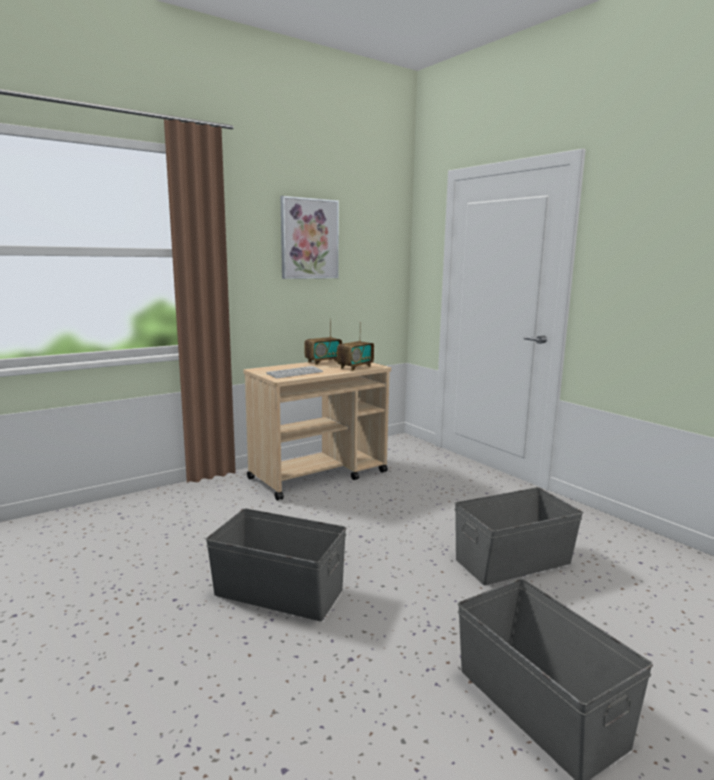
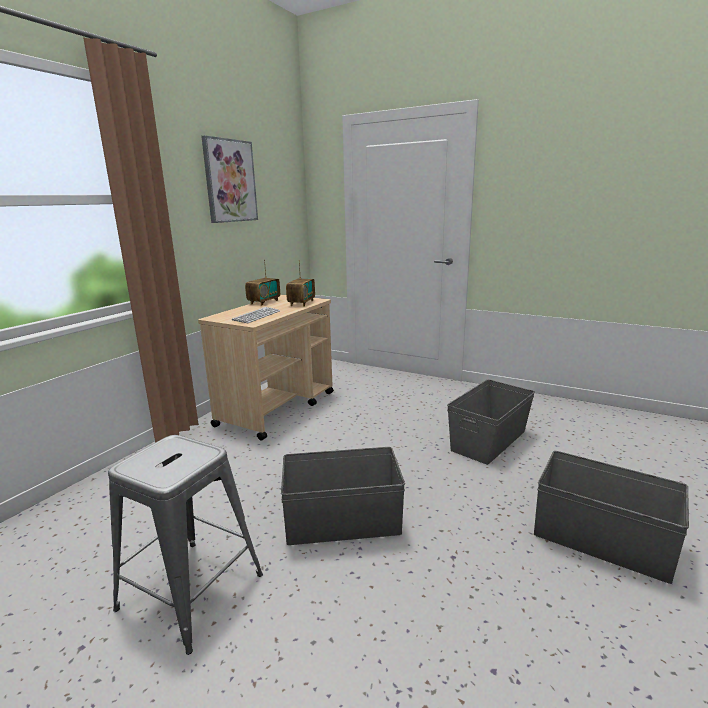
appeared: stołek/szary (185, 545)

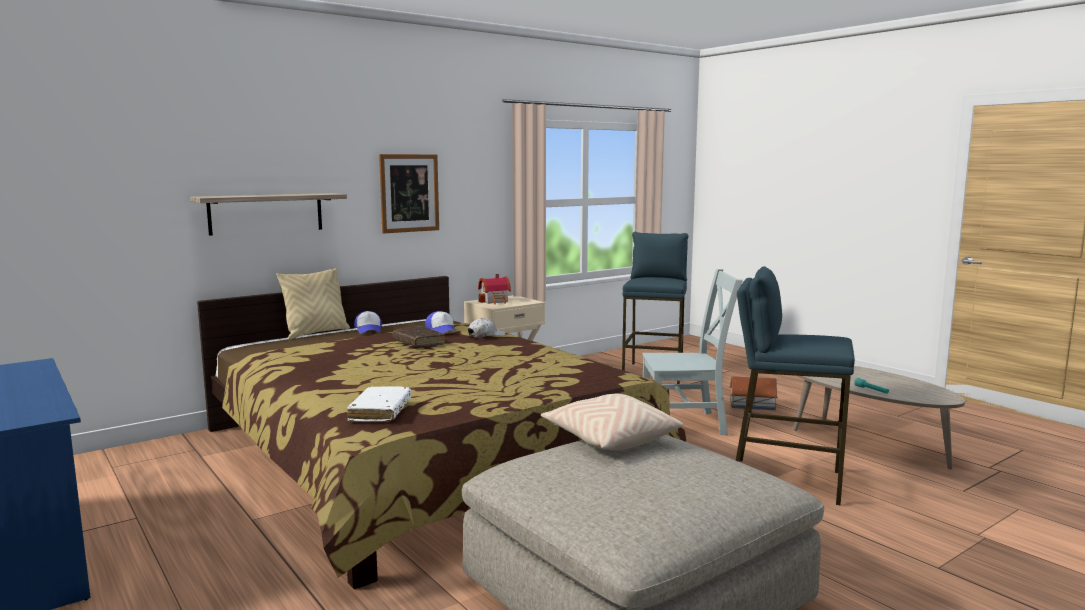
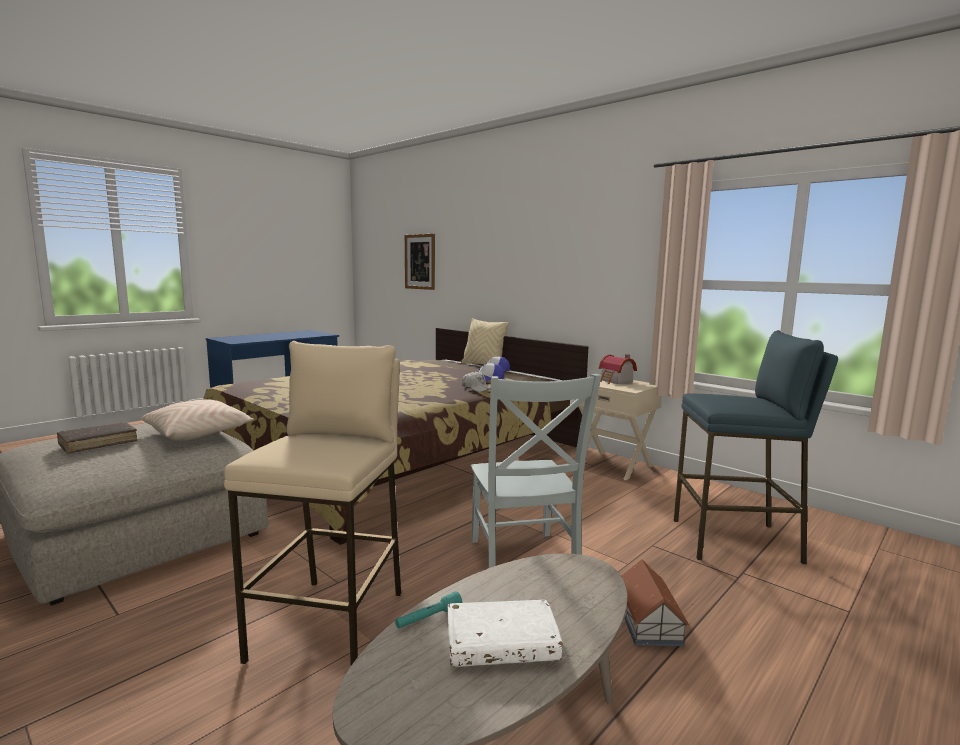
missing: półka (268, 214)
relocated: obraz (409, 194) to (420, 262); książka/brązowy (419, 336) to (97, 438); książka/biały (379, 404) to (505, 633)
colour: stołek/niebieski (795, 386) to stołek/beżowy (312, 503)

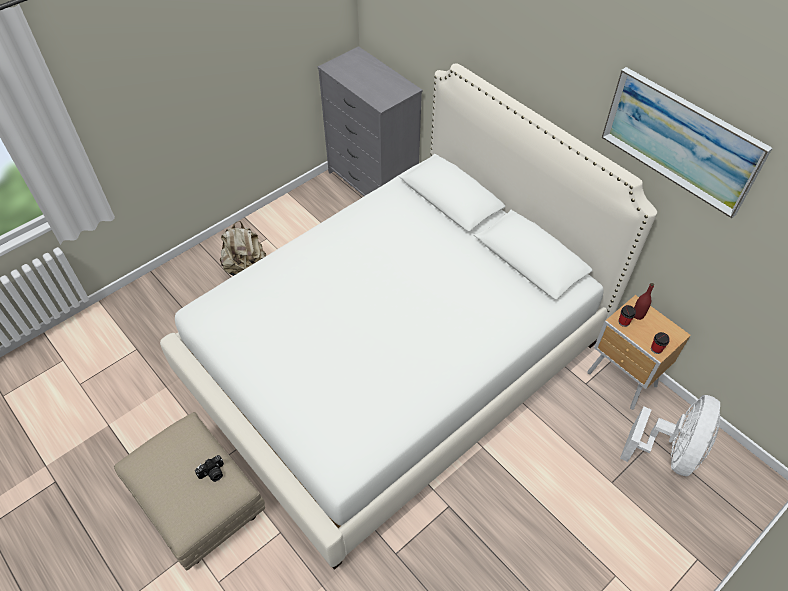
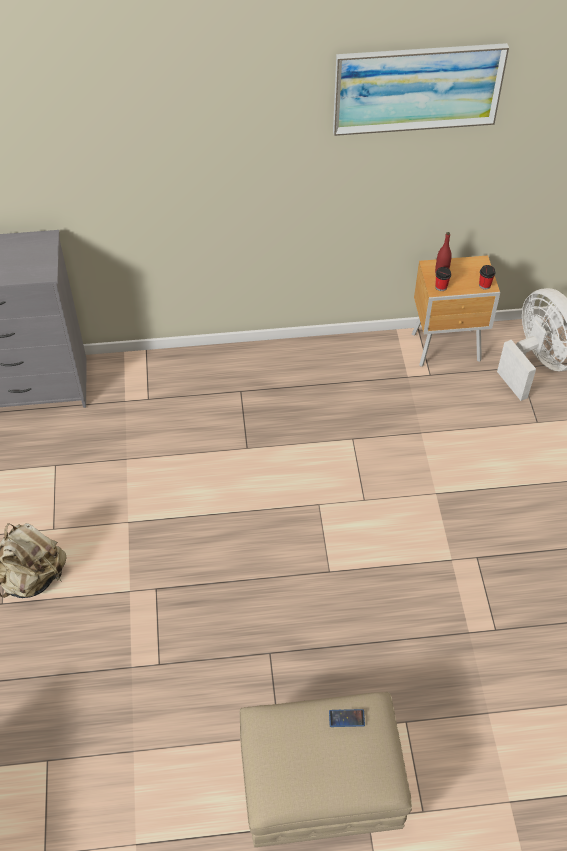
missing: łóżko/biały (408, 316)
exchanged: aparat fotograficzny (209, 468) to telefon (347, 718)

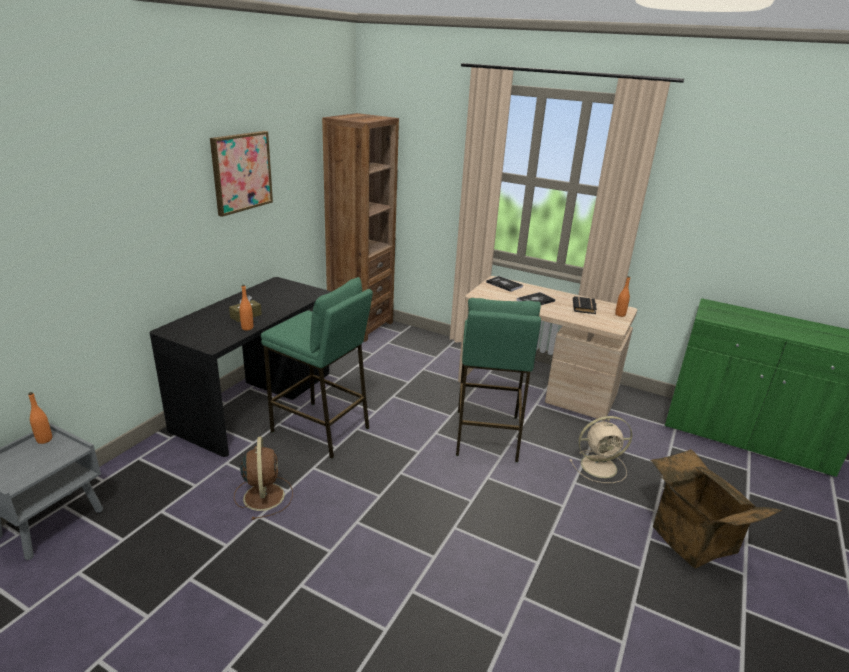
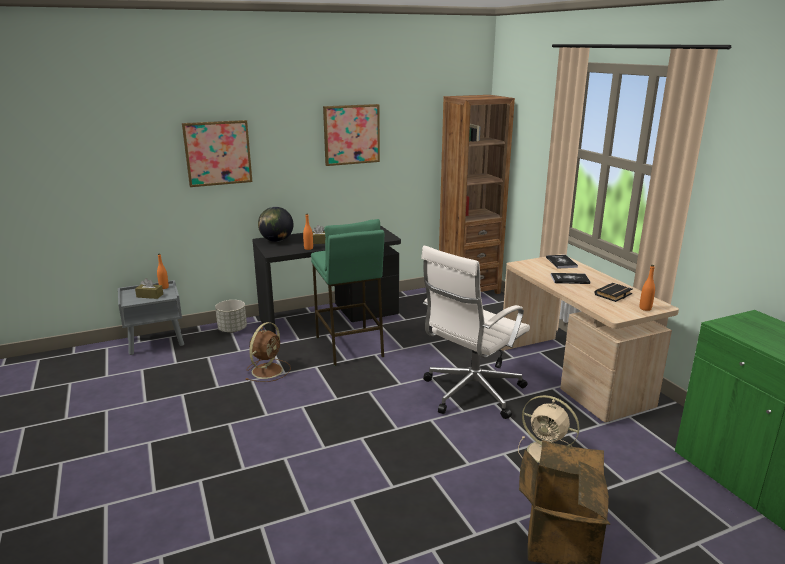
appeared: obraz (217, 153); globus (276, 224); pudełko chusteczek/brązowy (149, 288); donica/szary (231, 316)
exchanged: stołek/zielony (498, 380) to krzesło biurowe/biały (475, 332)

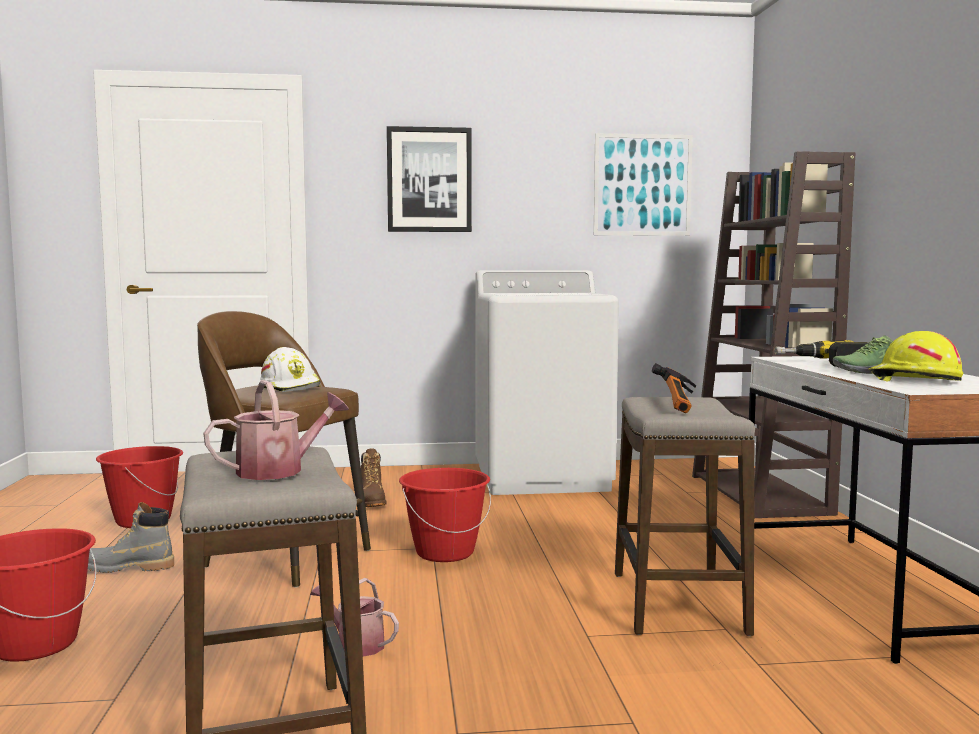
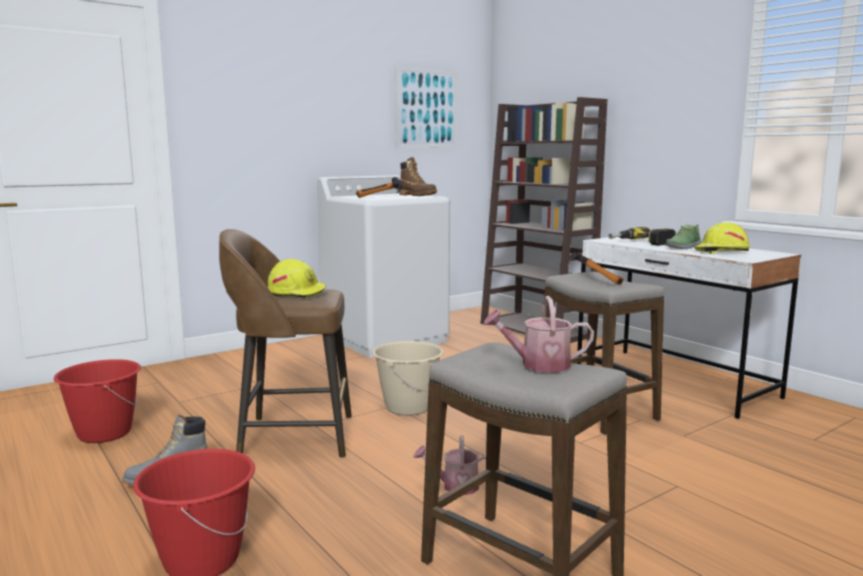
missing: obraz (429, 179)
appeared: młotek (379, 187)
relocated: but z cholewką/brązowy (374, 477) to (418, 176)
colour: kask/biały (291, 369) to kask/żółty (297, 278); wiadro/czerwony (445, 515) to wiadro/beżowy (408, 378)
spun: konewka (276, 430) = (538, 334) 120 degrees counterclockwise

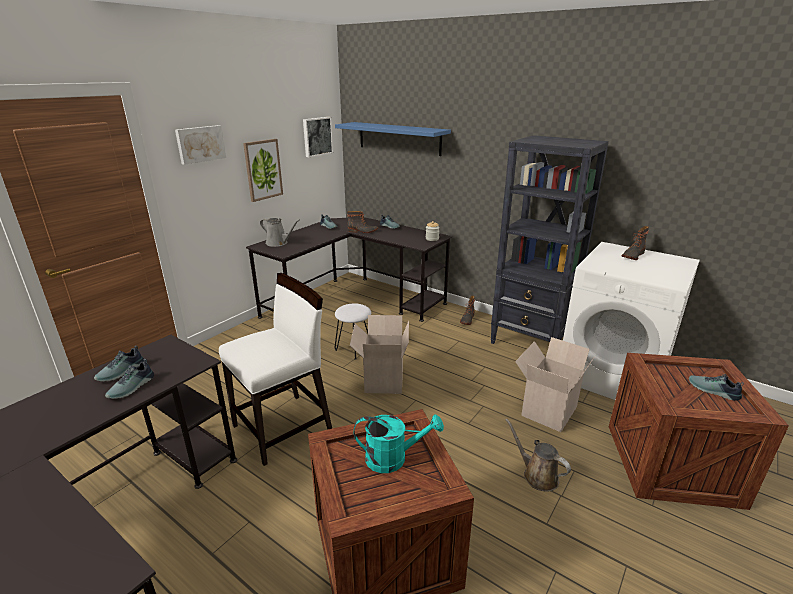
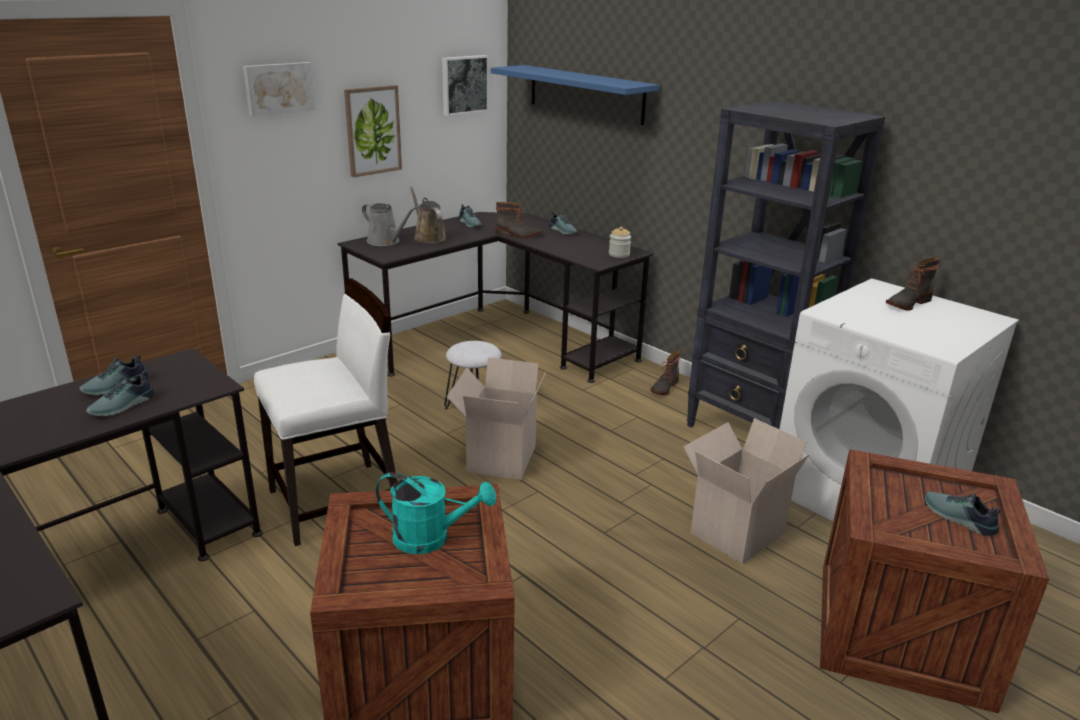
relocated: konewka/brązowy (538, 455) to (428, 215)

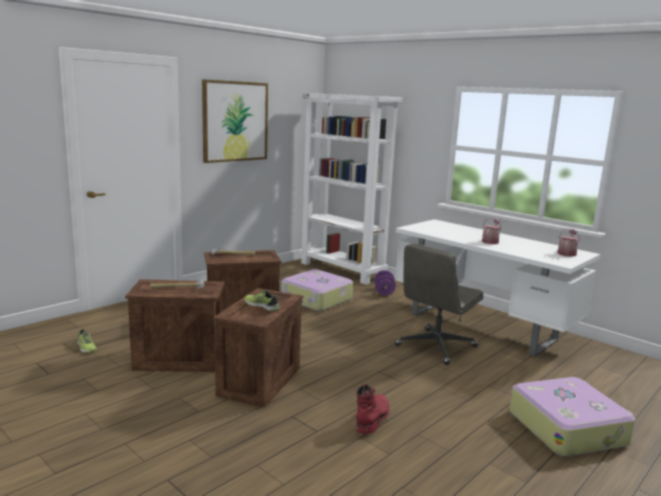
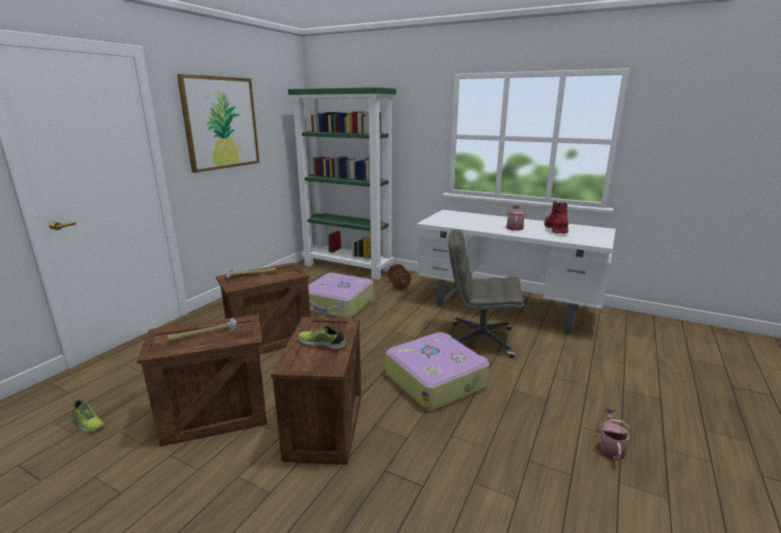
relocated: konewka (568, 242) to (614, 434); walizka (573, 417) to (437, 371); but z cholewką/czerwony (373, 409) to (556, 217)
colour: regał/biały (351, 189) to regał/zielony (342, 183); hantel/fioletowy (385, 283) to hantel/brązowy (399, 276)
spun: krzesło biurowe/szary (439, 304) = (486, 293) 75 degrees clockwise

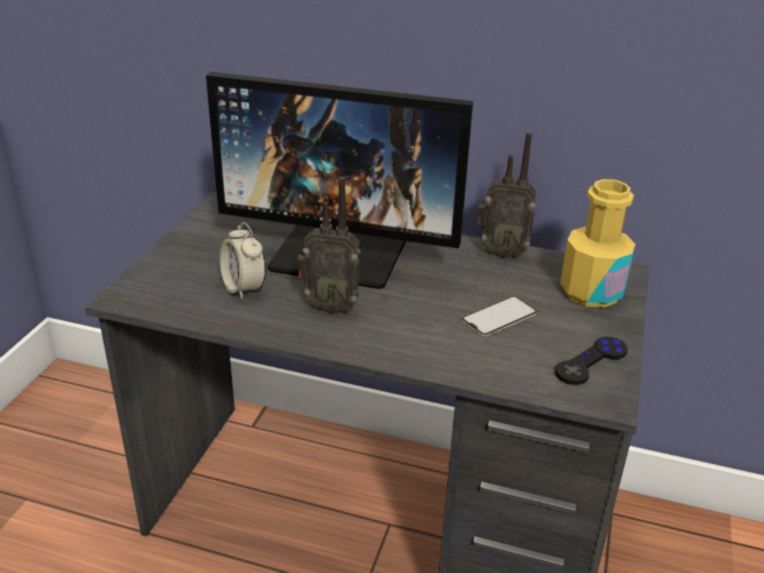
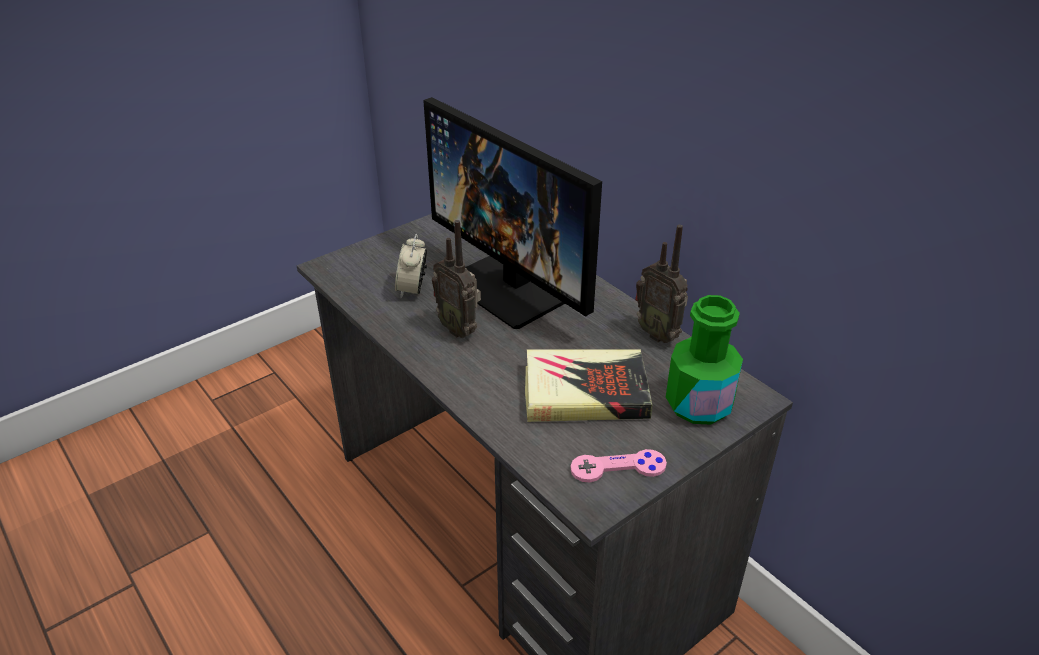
exchanged: telefon (499, 316) to książka (588, 386)
colour: butelka/żółty (597, 243) to butelka/zielony (704, 359); pad do gier/czarny (591, 361) to pad do gier/różowy (618, 465)

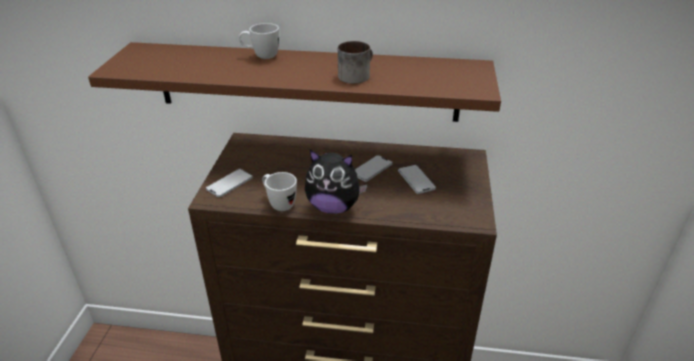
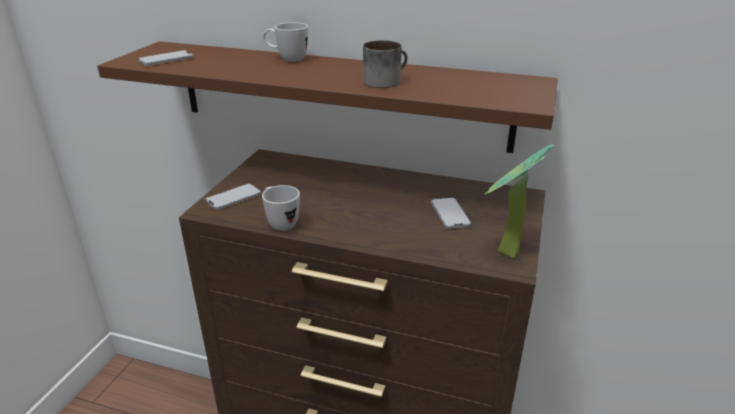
missing: pluszak (336, 182)
appeared: roślina doniczkowa (519, 201)
relocated: telefon (374, 168) to (165, 58)

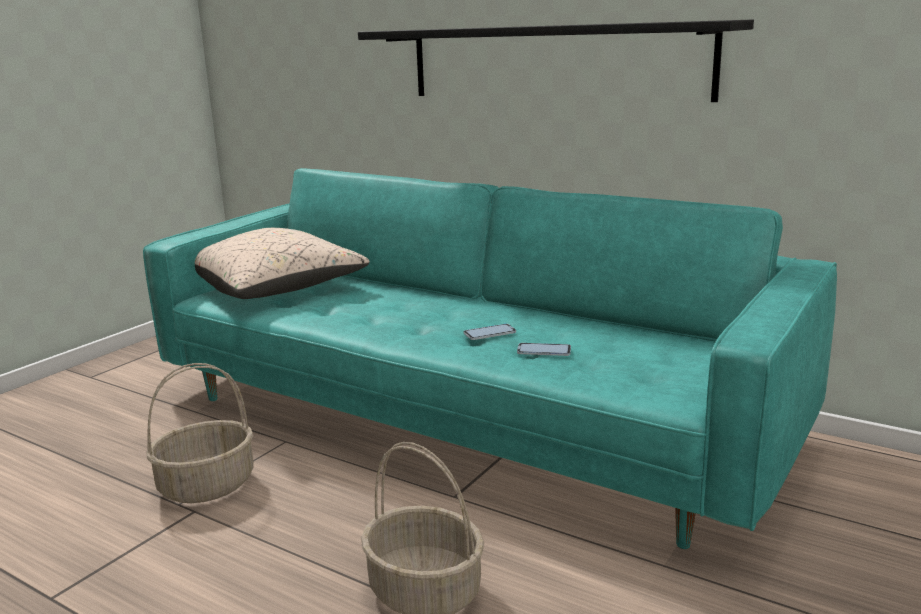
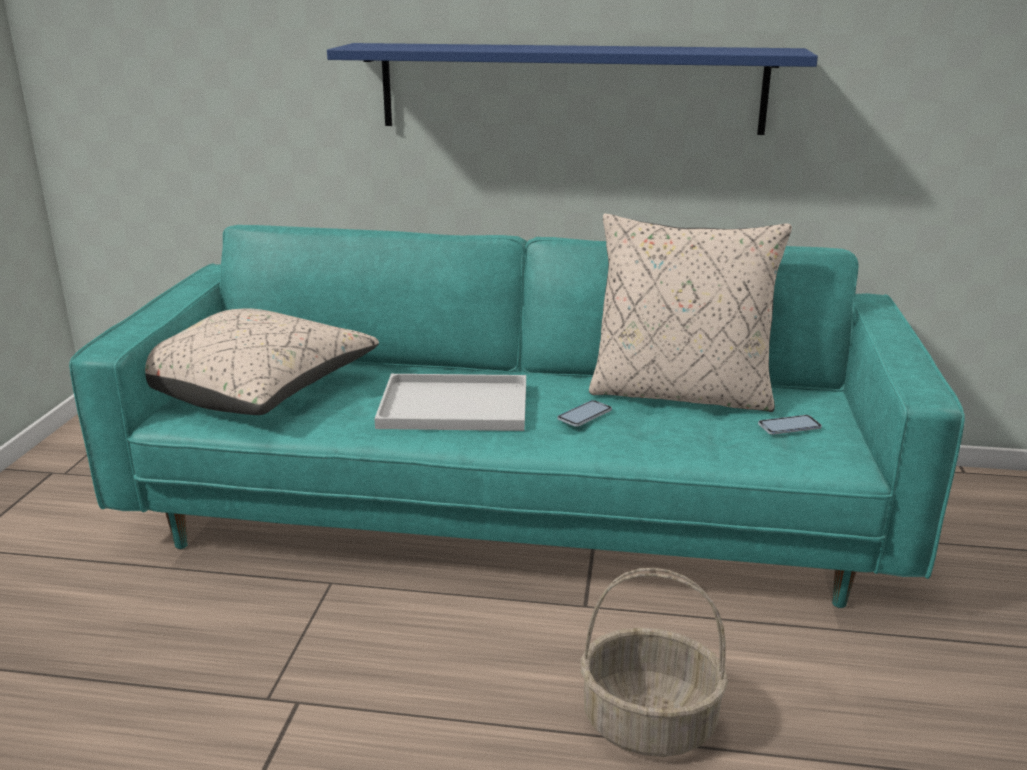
missing: koszyk (200, 433)
appeared: poduszka/beżowy (690, 312); taca/biały (450, 402)
relocated: telefon (544, 349) to (790, 425)
colour: półka/czarny (556, 60) to półka/niebieski (572, 89)

